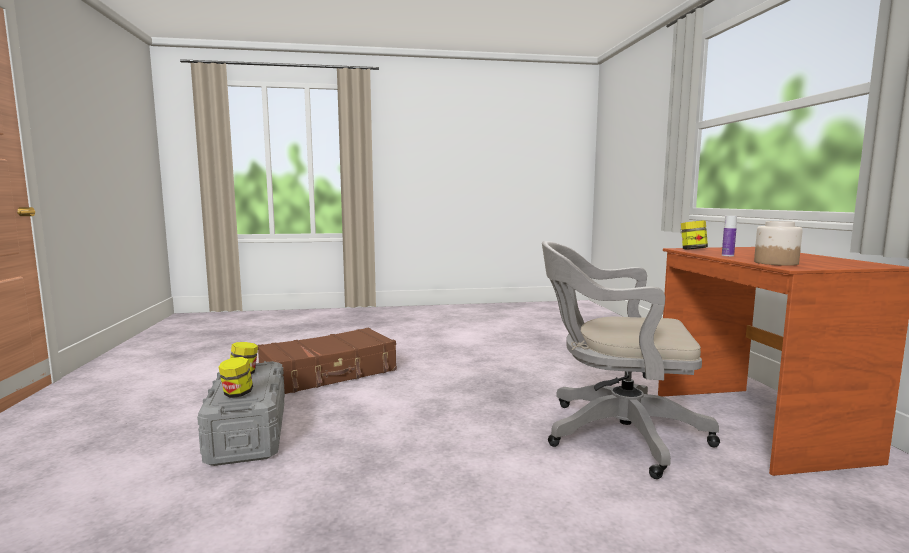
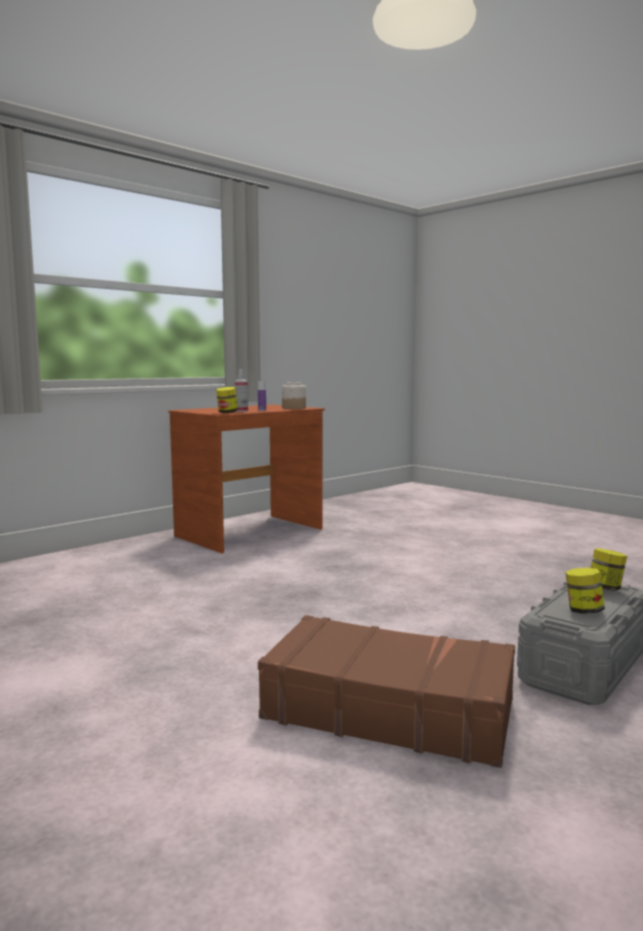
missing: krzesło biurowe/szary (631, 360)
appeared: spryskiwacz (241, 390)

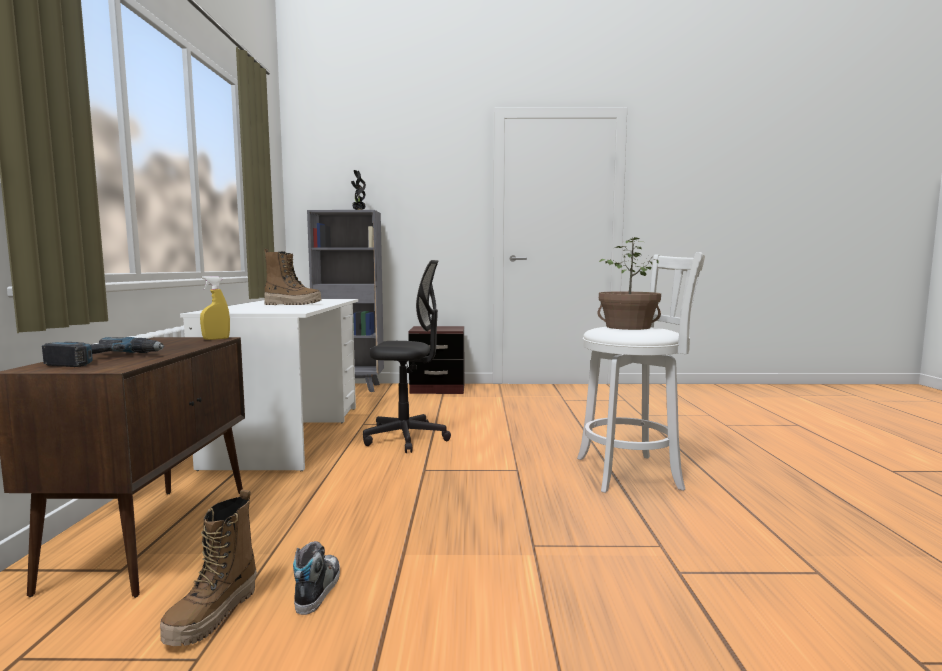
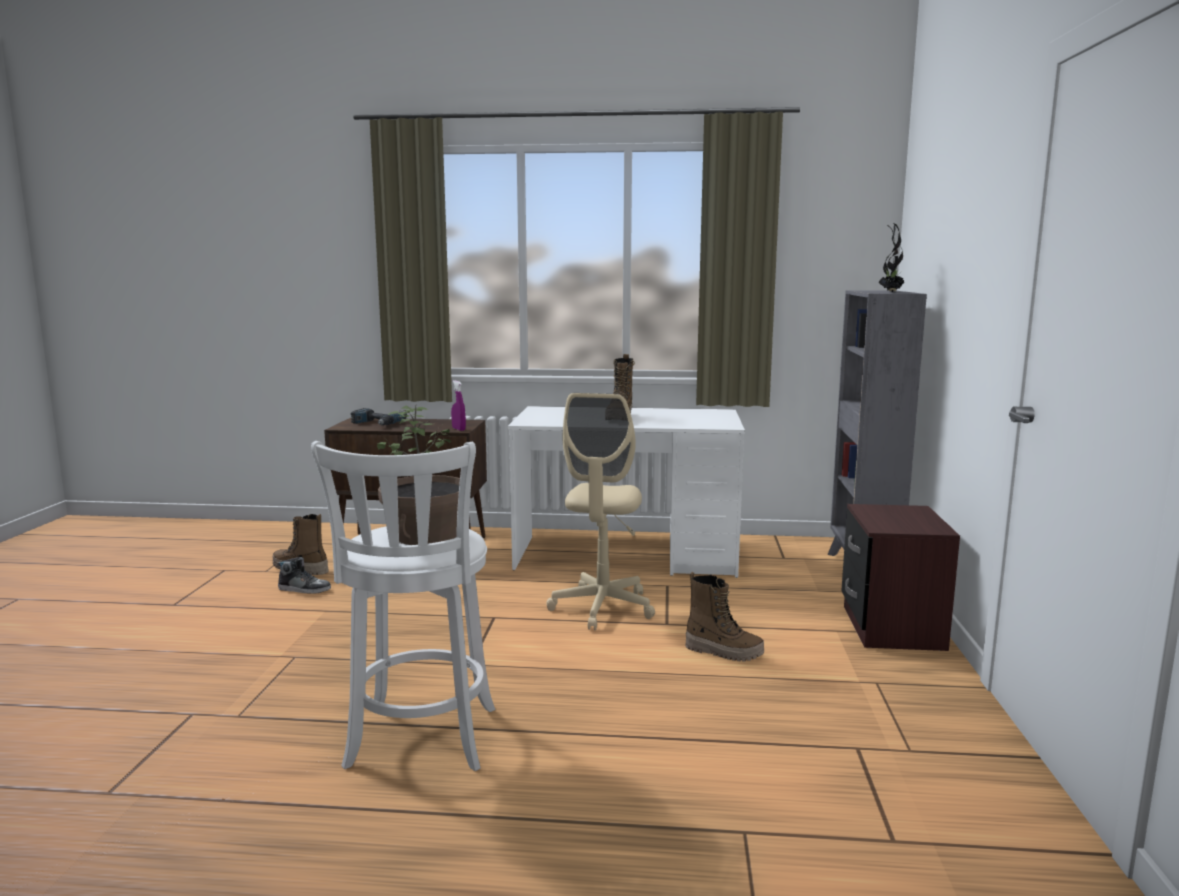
appeared: but z cholewką (724, 617)
colour: krzesło biurowe/czarny (407, 356) to krzesło biurowe/beżowy (600, 511); spryskiwacz/żółty (215, 308) to spryskiwacz/fioletowy (458, 405)

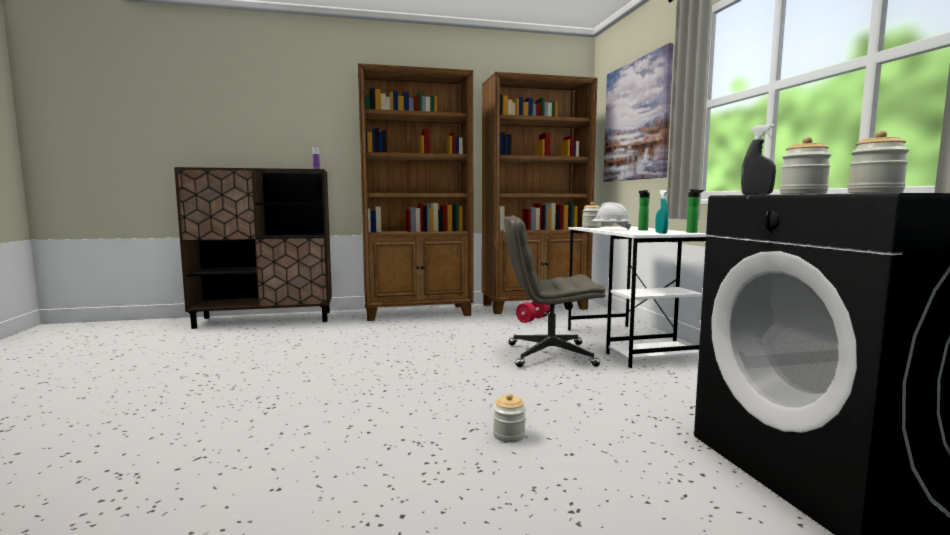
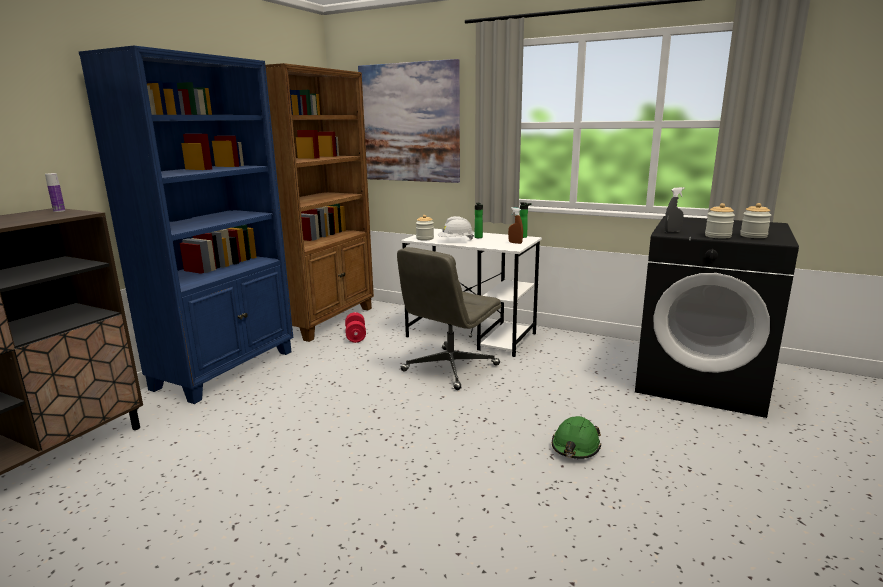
exchanged: słoik (509, 418) to kask/zielony (576, 437)
colour: regał/brązowy (415, 192) to regał/niebieski (186, 224); spryskiwacz/turkusowy (661, 212) to spryskiwacz/brązowy (515, 225)

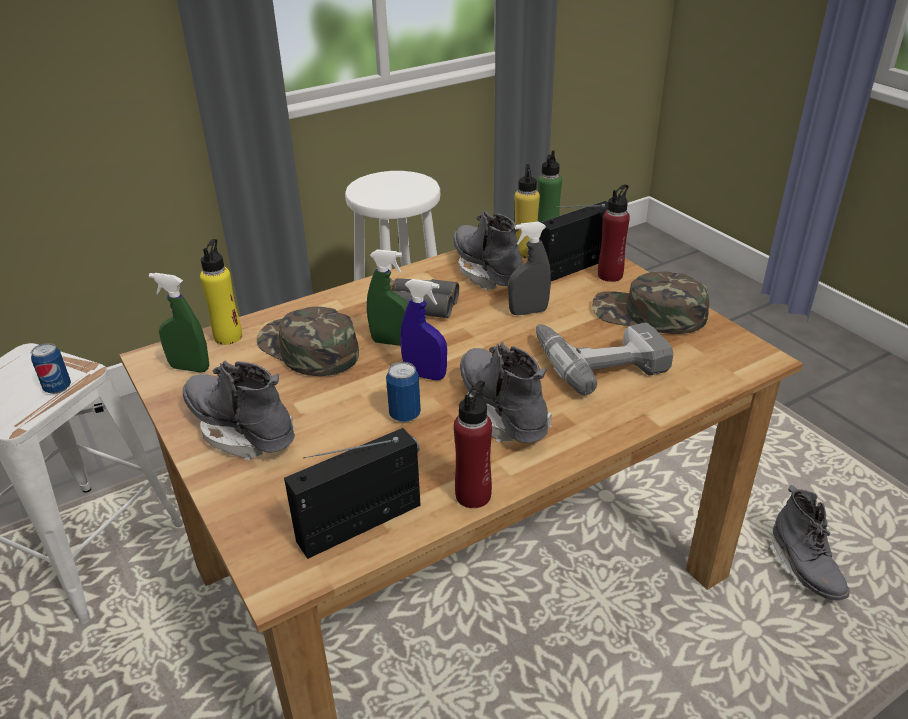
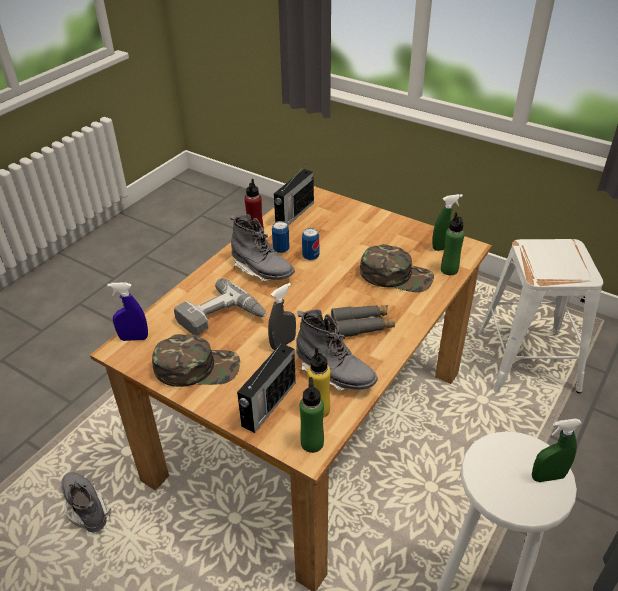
missing: butelka/czerwony (614, 233); but z cholewką/szary (239, 411)
relocated: spryskiwacz/zielony (387, 297) to (557, 450); spryskiwacz/niebieski (423, 329) to (127, 311); puszka (51, 368) to (281, 237)
colour: butelka/żółty (221, 292) to butelka/zielony (453, 243)

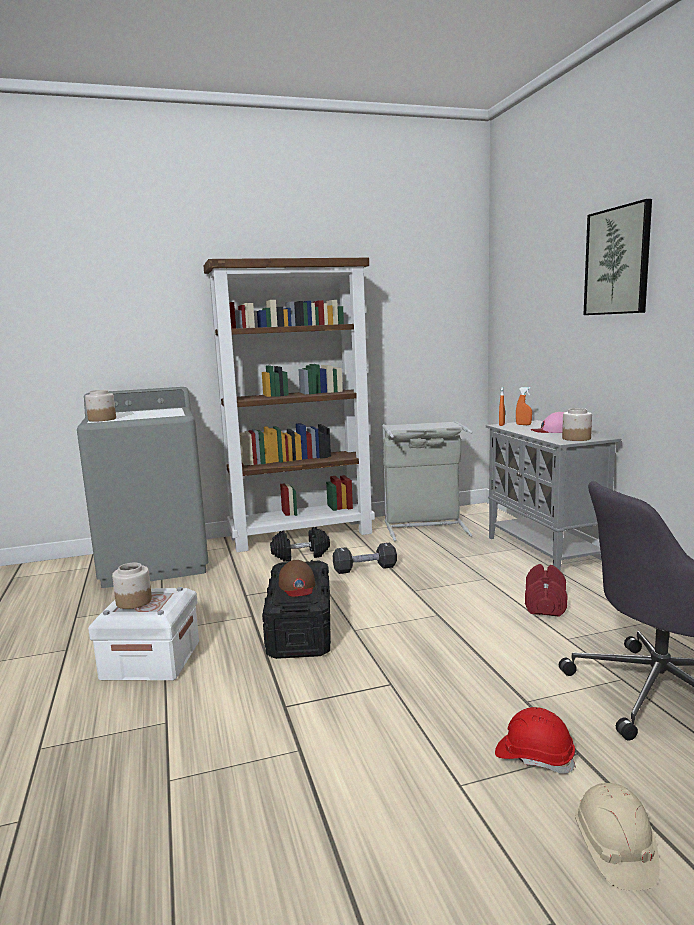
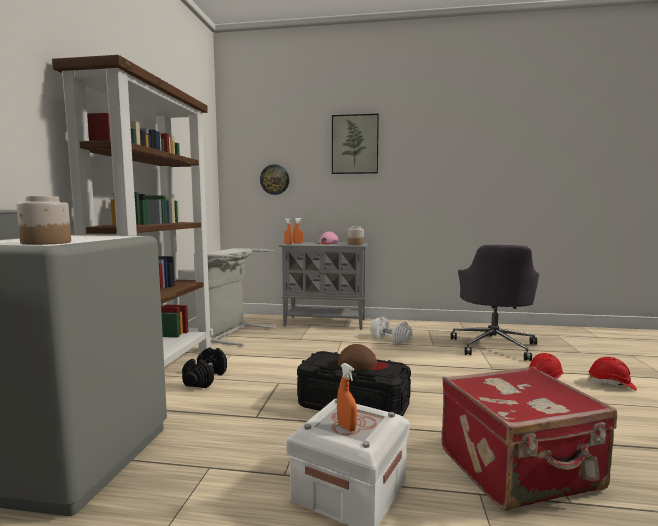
missing: hantel/czarny (365, 558)
appeared: zegar ścienny (274, 179); walizka/czerwony (529, 438)
exchanged: słoik (132, 586) to spryskiwacz/pomarańczowy (347, 397)
colour: hantel/czerwony (546, 590) to hantel/biały (391, 331); kask/beżowy (617, 837) to kask/czerwony (612, 373)

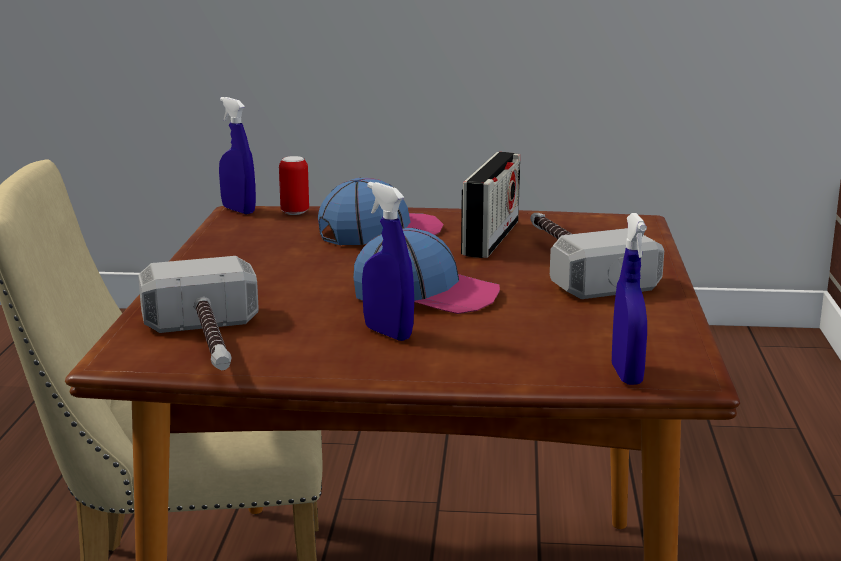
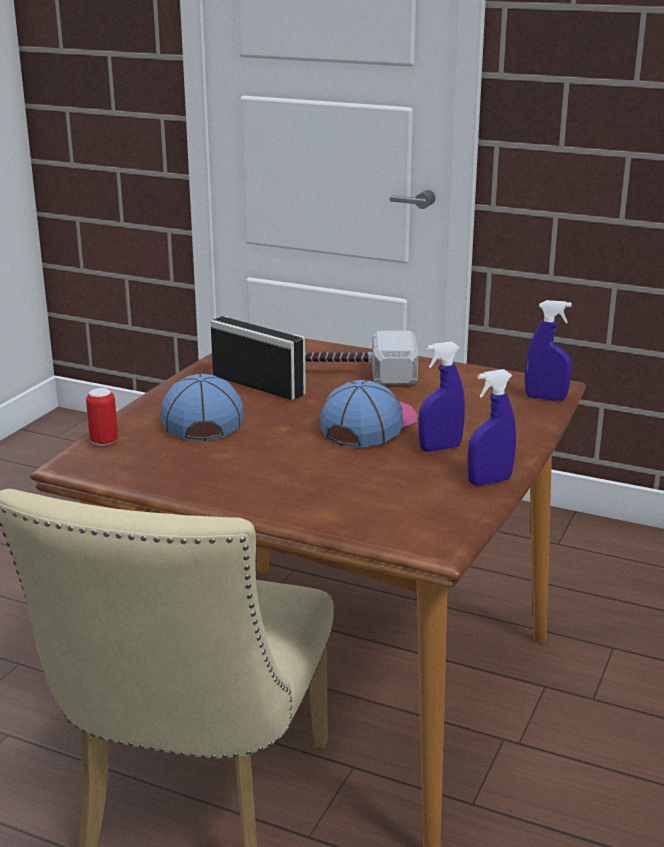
missing: młotek (198, 313)
relocated: spryskiwacz/niebieski (237, 155) to (491, 427)

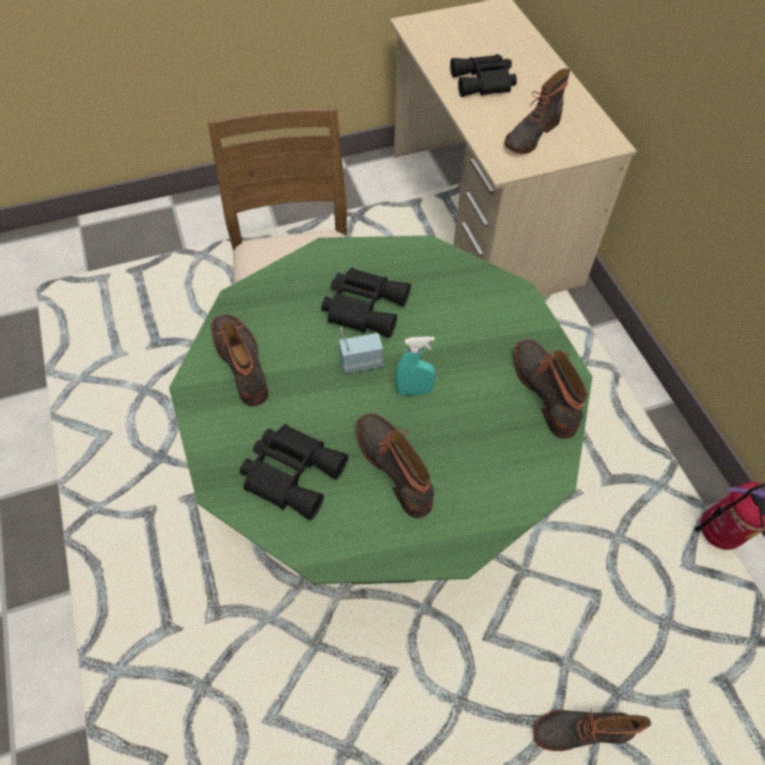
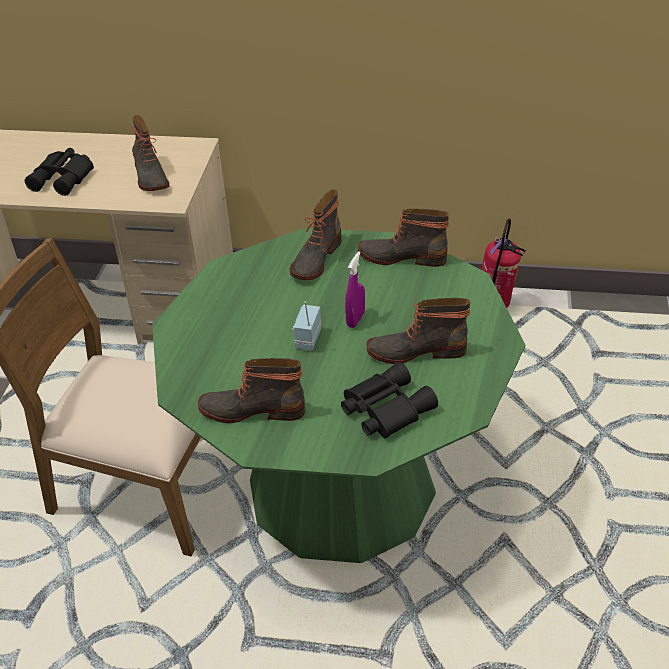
missing: lornetka/czarny (366, 303)
relocated: but z cholewką (592, 730) to (316, 234)
colour: spryskiwacz/turkusowy (415, 366) to spryskiwacz/fioletowy (355, 289)

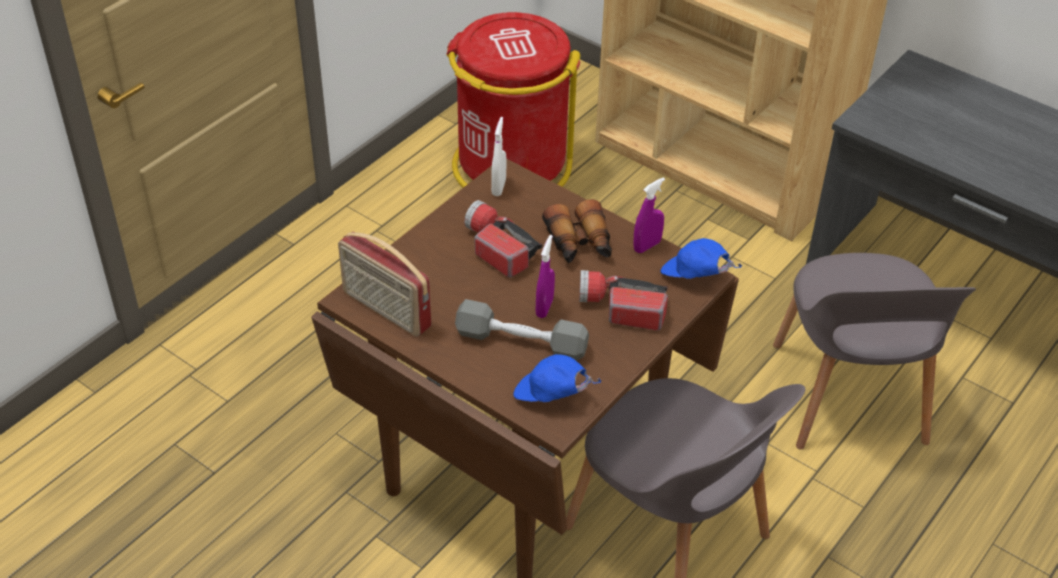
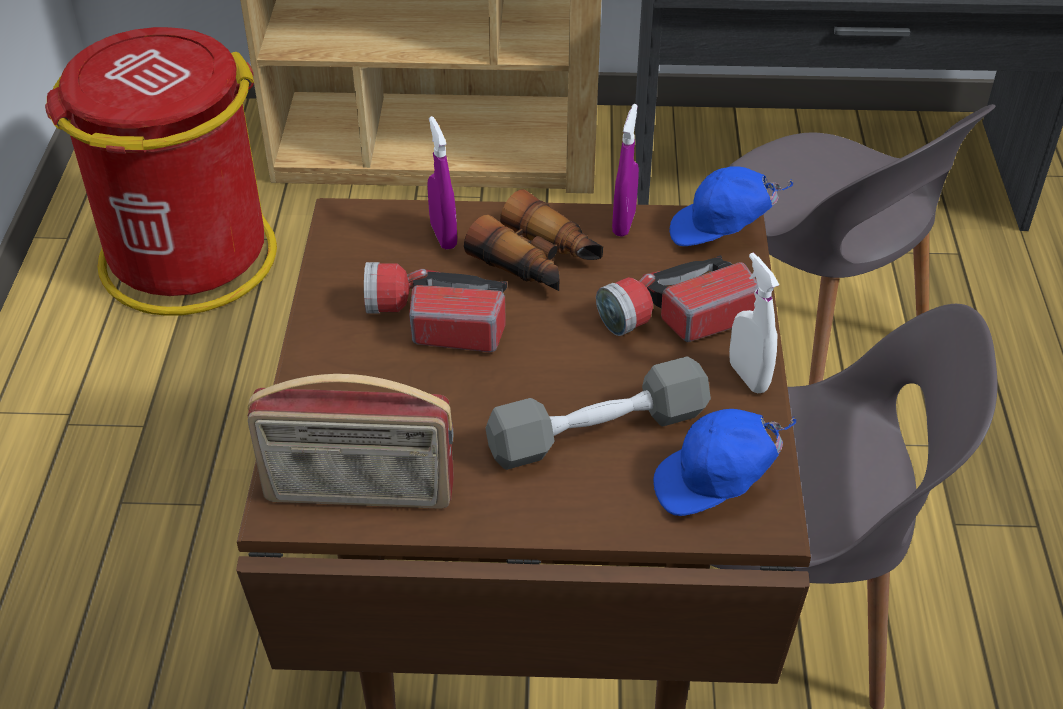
relocated: spryskiwacz/biały (499, 156) to (754, 323); spryskiwacz/fioletowy (545, 276) to (442, 183)

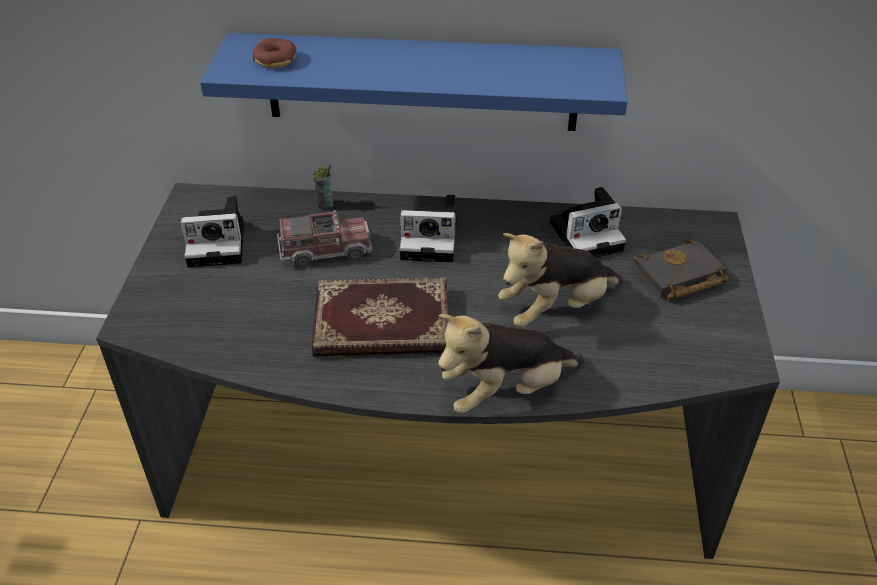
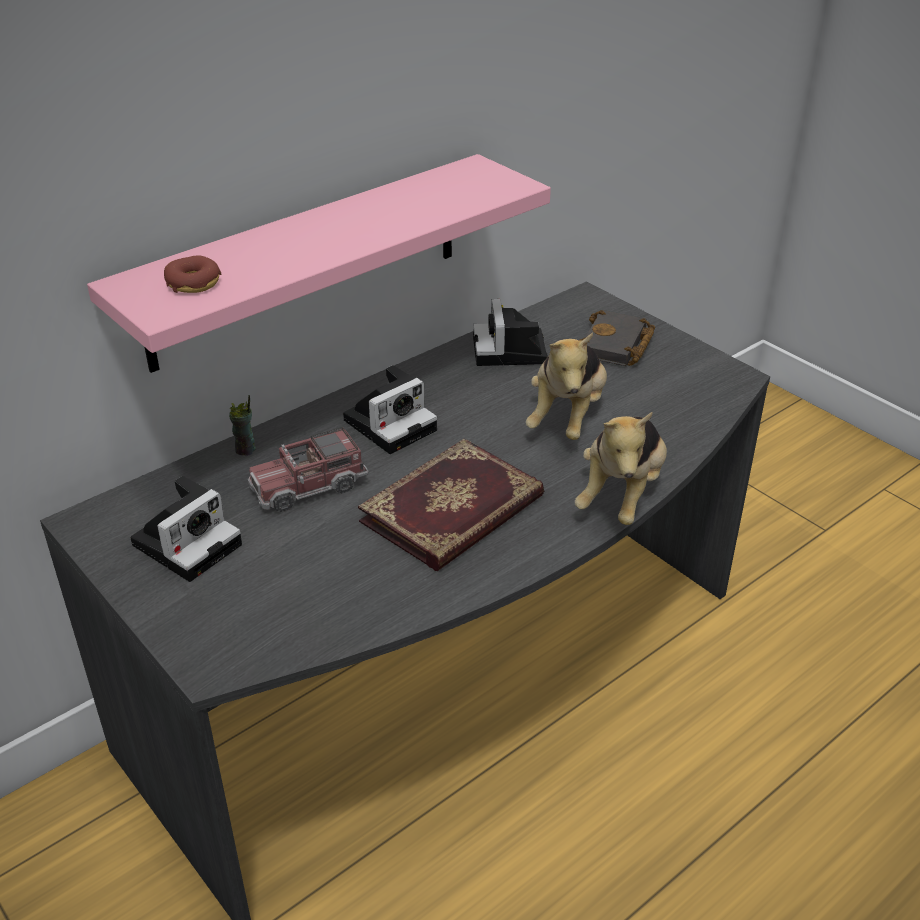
colour: półka/niebieski (414, 82) to półka/różowy (319, 263)
spun: aparat fotograficzny (588, 222) = (510, 332) 150 degrees clockwise; ciężarówka zabawkowa (324, 238) = (308, 469) 150 degrees counterclockwise

